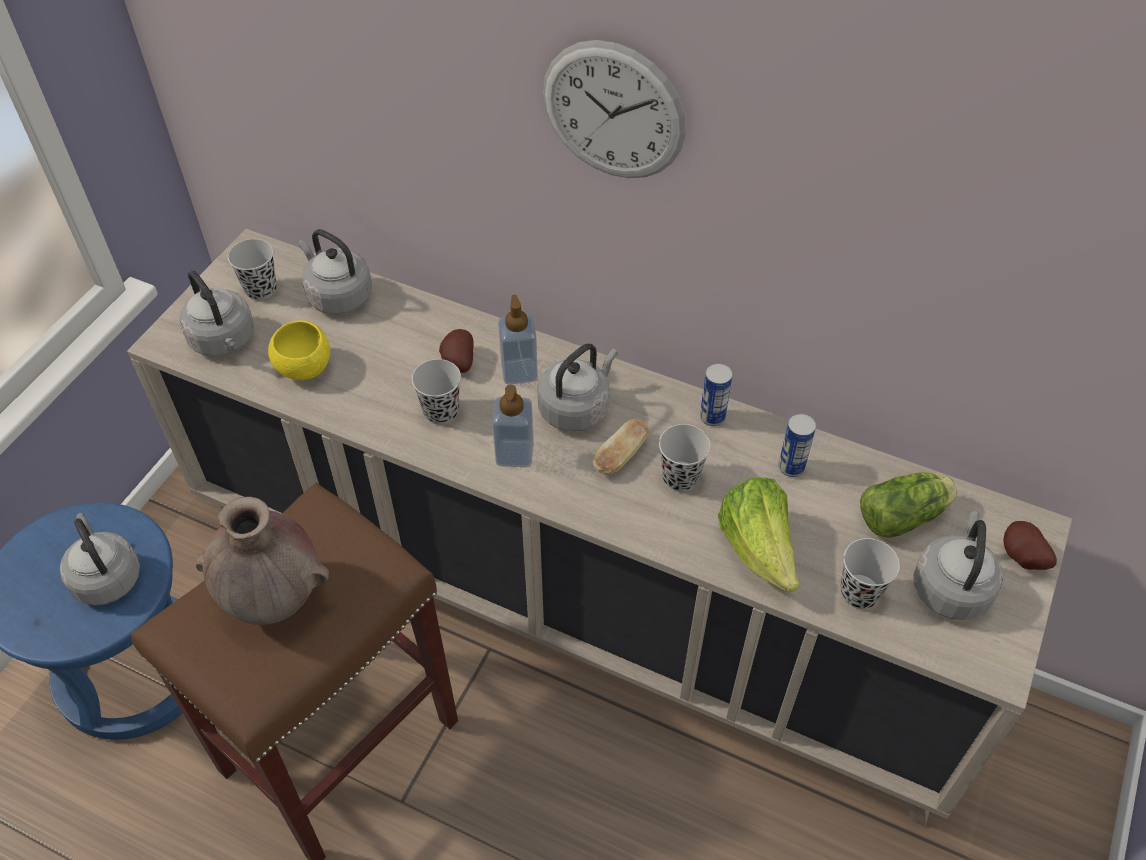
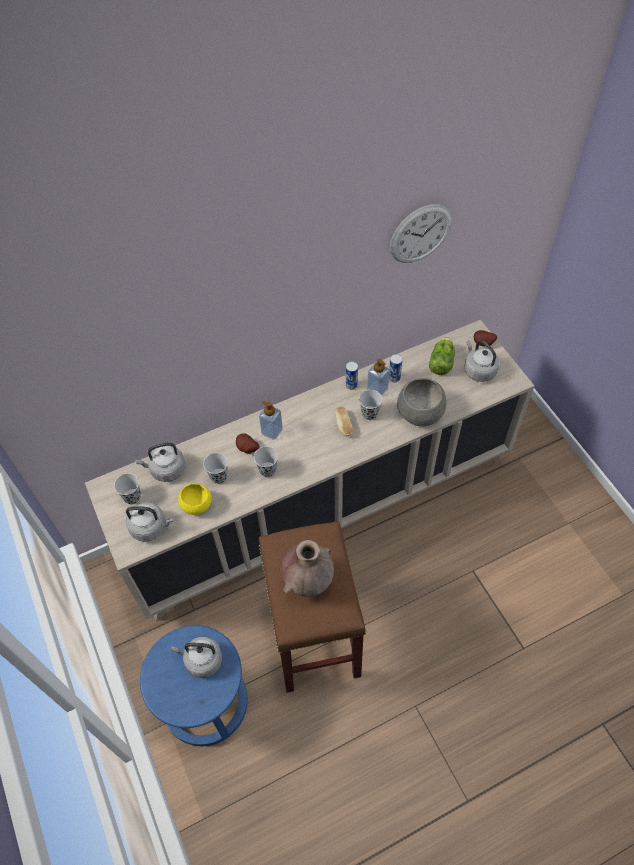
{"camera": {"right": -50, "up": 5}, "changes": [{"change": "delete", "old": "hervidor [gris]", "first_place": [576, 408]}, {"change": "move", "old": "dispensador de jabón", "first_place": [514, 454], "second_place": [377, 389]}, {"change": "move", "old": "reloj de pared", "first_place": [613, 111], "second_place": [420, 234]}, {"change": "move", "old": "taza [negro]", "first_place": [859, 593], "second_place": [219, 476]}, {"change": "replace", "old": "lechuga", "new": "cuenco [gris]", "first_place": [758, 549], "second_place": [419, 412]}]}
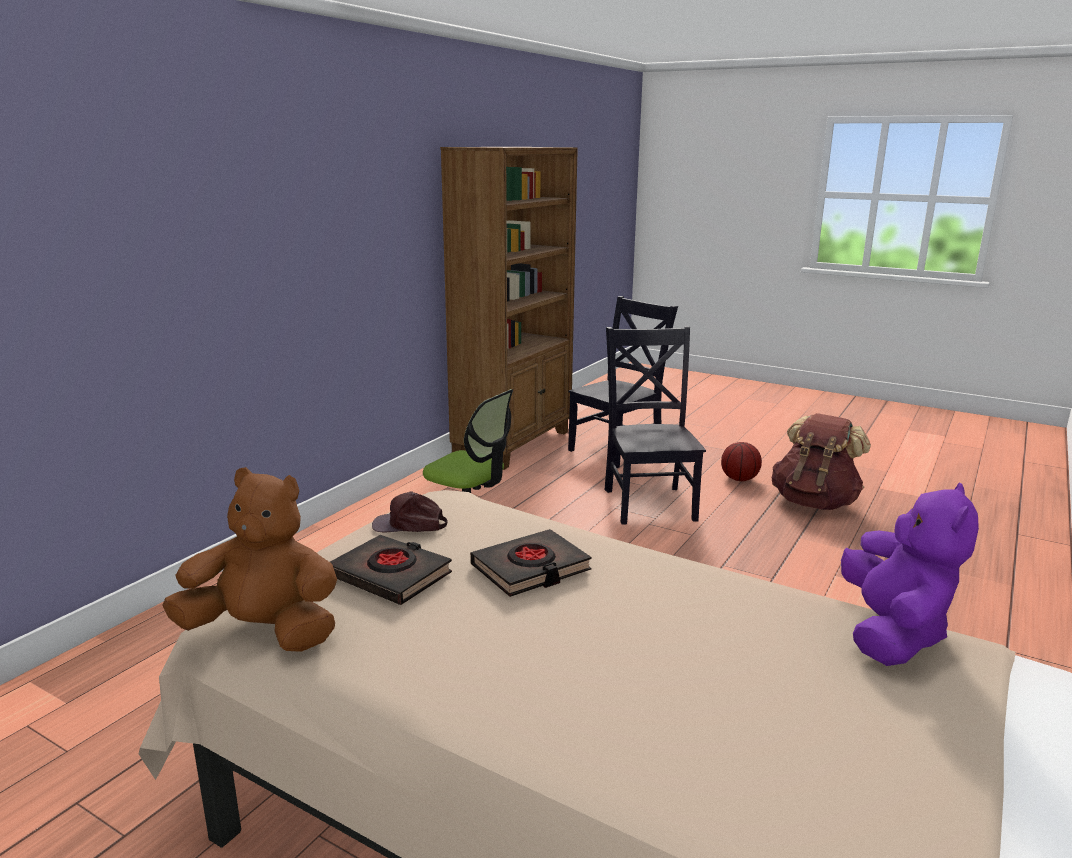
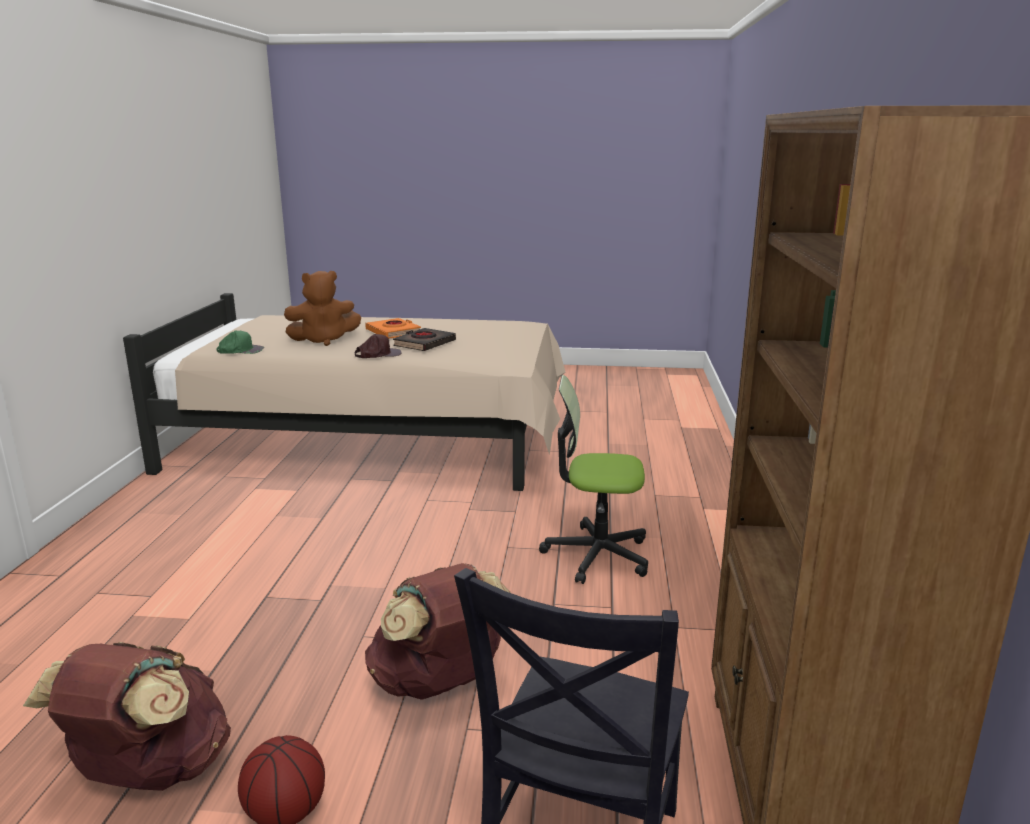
{"camera": {"right": 155, "up": 0}, "changes": [{"change": "delete", "old": "libro [negro]", "first_place": [390, 576]}, {"change": "insert", "new": "libro [naranja]", "second_place": [393, 332]}, {"change": "move", "old": "peluche [marrón]", "first_place": [264, 632], "second_place": [324, 340]}, {"change": "move", "old": "gorra [marrón]", "first_place": [409, 525], "second_place": [378, 354]}, {"change": "replace", "old": "silla [negro]", "new": "mochila [marrón]", "first_place": [649, 502], "second_place": [438, 684]}, {"change": "replace", "old": "peluche [morado]", "new": "gorra [verde]", "first_place": [892, 633], "second_place": [240, 350]}]}
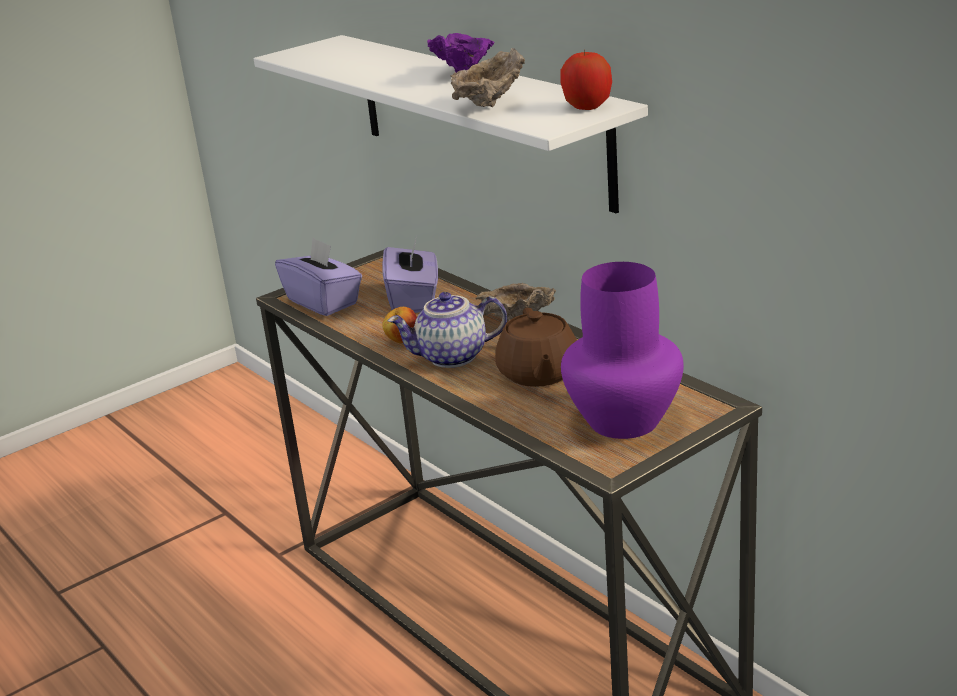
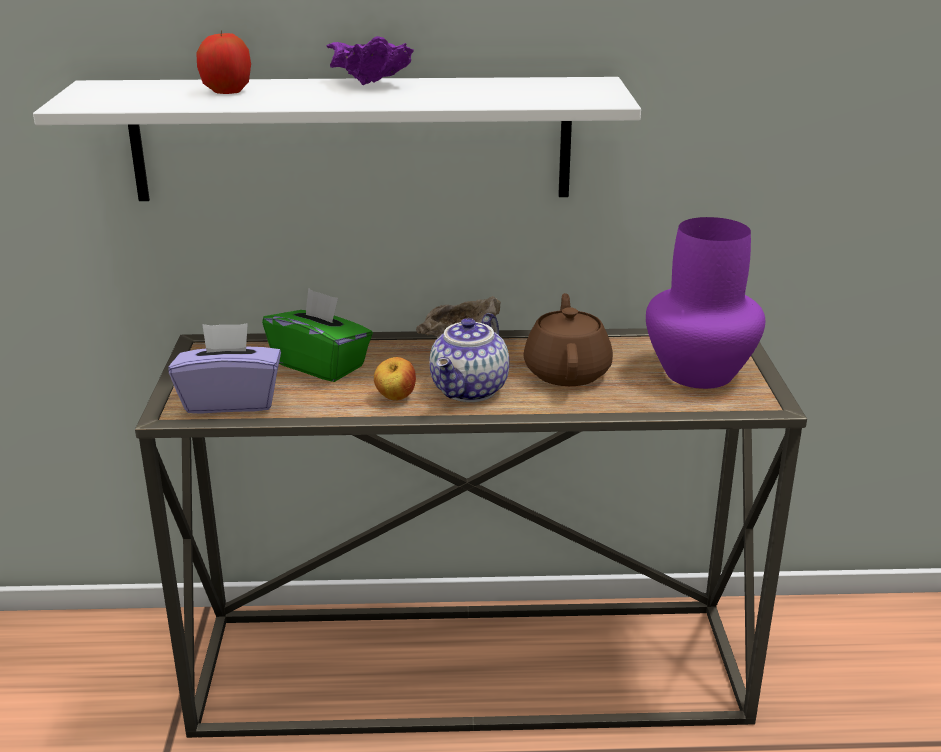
{"camera": {"right": -55, "up": 0}, "changes": [{"change": "delete", "old": "cuenco [beis]", "first_place": [488, 105]}, {"change": "move", "old": "manzana", "first_place": [587, 106], "second_place": [227, 91]}, {"change": "recolor", "old": "caja de pañuelos [morado]", "new": "caja de pañuelos [verde]", "first_place": [414, 300], "second_place": [320, 365]}, {"change": "rotate", "old": "tetera [marrón]", "first_place": [538, 374], "second_place": [567, 372], "degrees": -120}]}
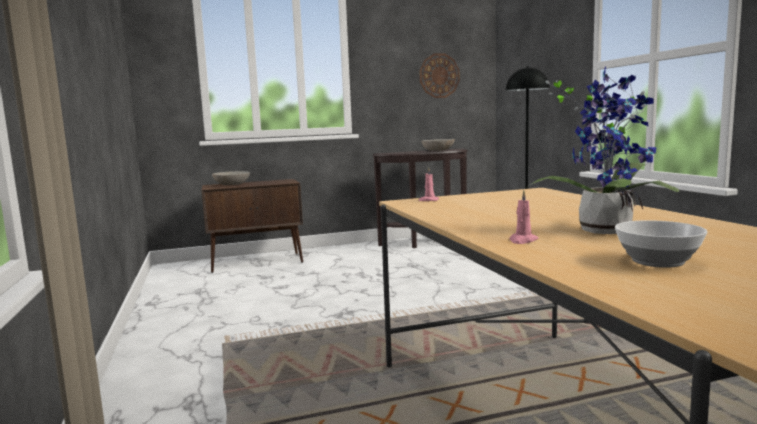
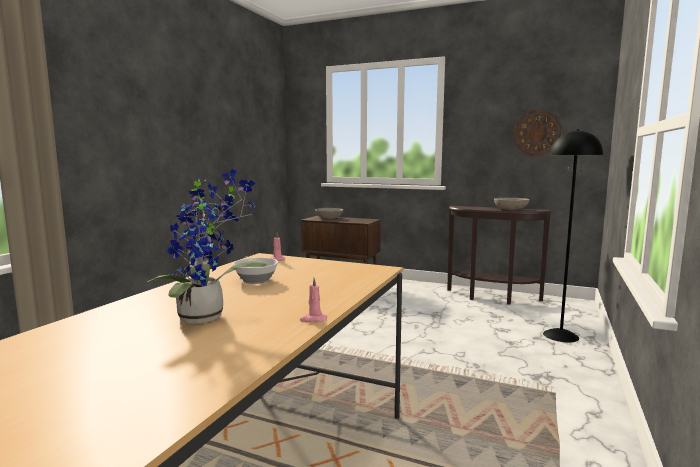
{"camera": {"right": 40, "up": 0}, "changes": [{"change": "move", "old": "vela [rosa]", "first_place": [522, 241], "second_place": [313, 319]}, {"change": "move", "old": "cuenco", "first_place": [659, 261], "second_place": [256, 280]}]}
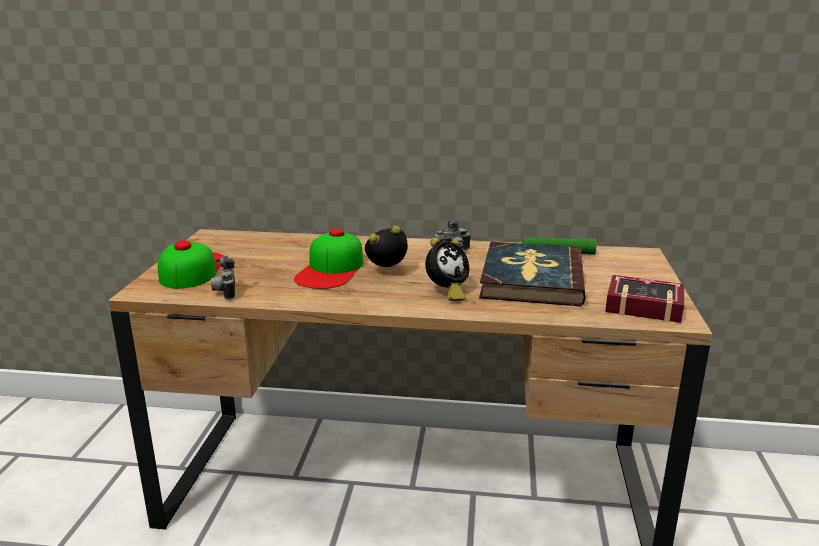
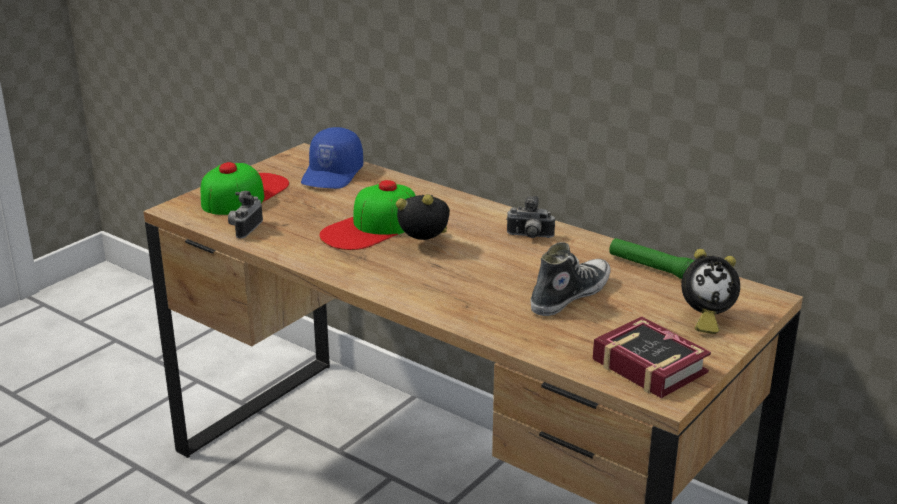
{"camera": {"right": 30, "up": 5}, "changes": [{"change": "insert", "new": "gorra [azul]", "second_place": [333, 175]}, {"change": "move", "old": "despertador", "first_place": [446, 293], "second_place": [704, 319]}, {"change": "replace", "old": "libro", "new": "zapato", "first_place": [531, 279], "second_place": [569, 295]}]}
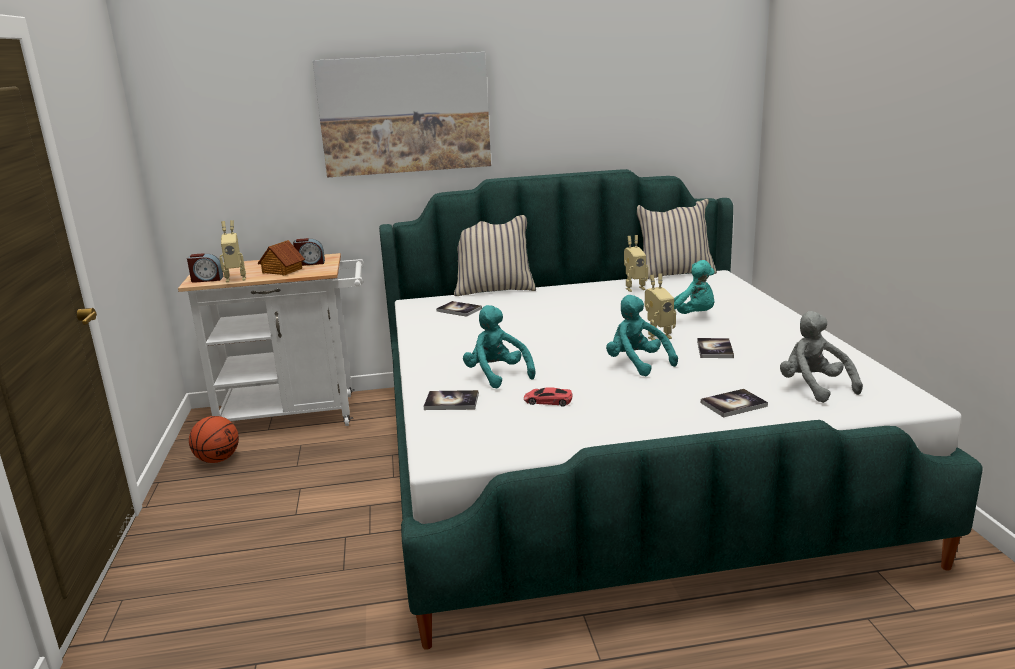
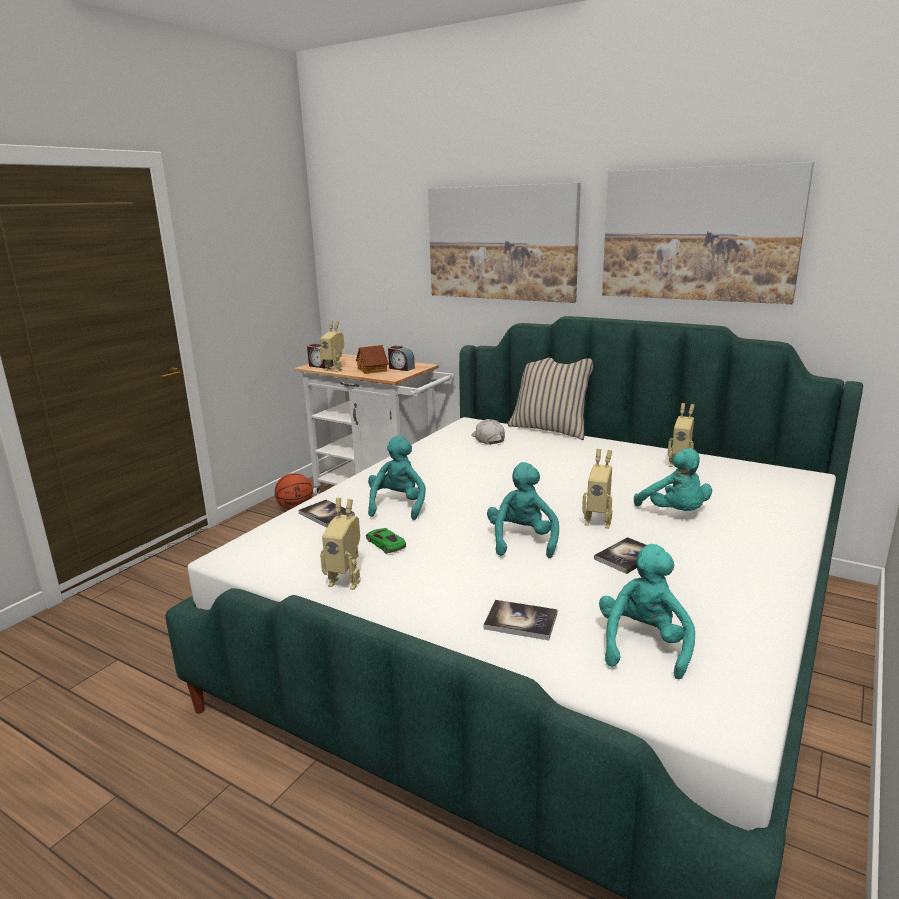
{"camera": {"right": 40, "up": 0}, "changes": [{"change": "delete", "old": "cojín [beis]", "first_place": [674, 273]}, {"change": "insert", "new": "robot de juguete", "second_place": [346, 581]}, {"change": "insert", "new": "cuadro", "second_place": [699, 234]}, {"change": "replace", "old": "libro", "new": "gorra [blanco]", "first_place": [459, 310], "second_place": [488, 439]}, {"change": "recolor", "old": "coche de juguete [rojo]", "new": "coche de juguete [verde]", "first_place": [548, 401], "second_place": [385, 543]}, {"change": "recolor", "old": "peluche [gris]", "new": "peluche [turquesa]", "first_place": [813, 387], "second_place": [643, 645]}]}
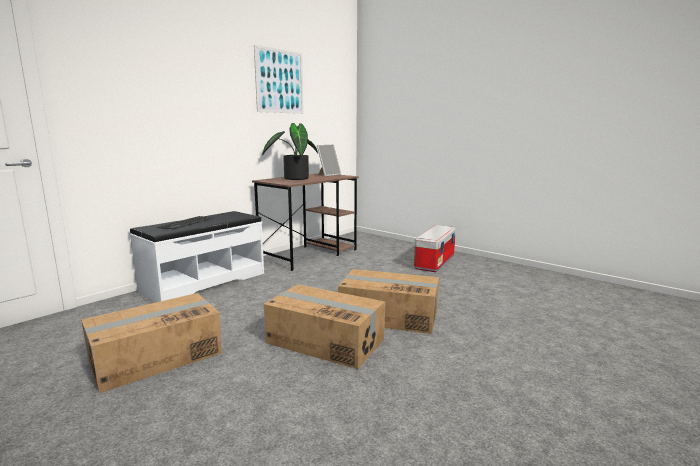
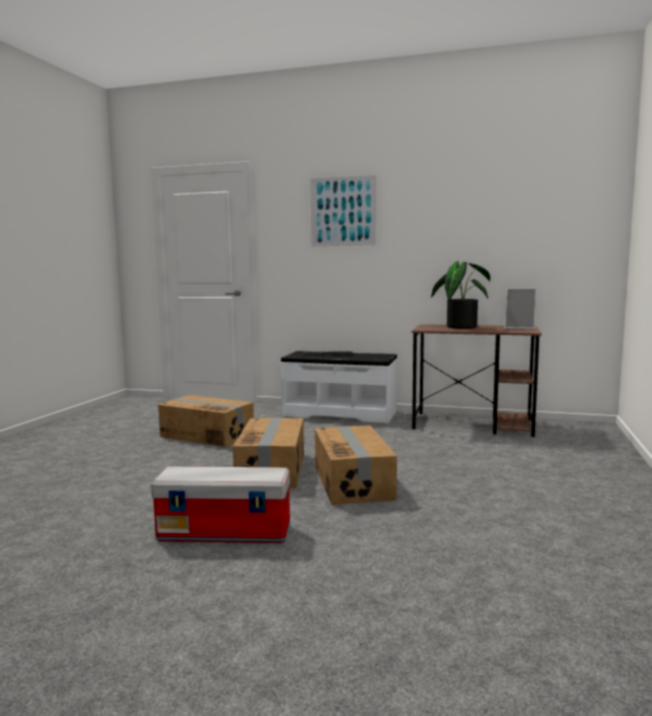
{"camera": {"right": 65, "up": -5}, "changes": [{"change": "move", "old": "cuadro", "first_place": [280, 81], "second_place": [343, 211]}, {"change": "move", "old": "caja de almacenaje", "first_place": [434, 261], "second_place": [226, 532]}]}
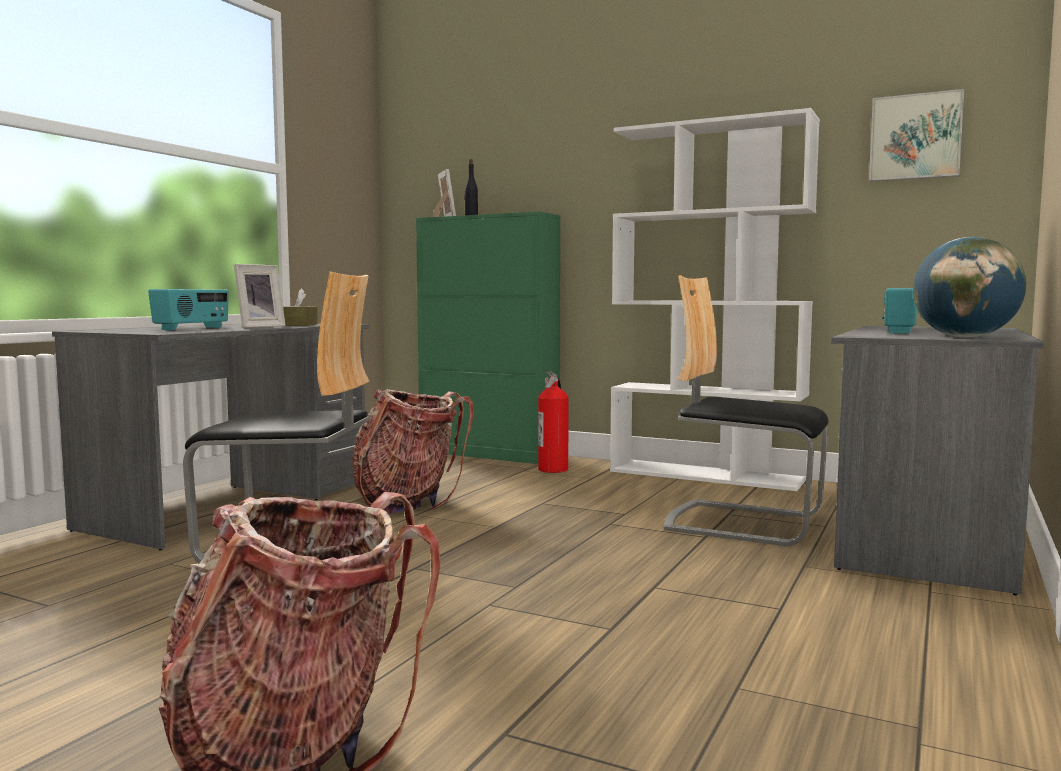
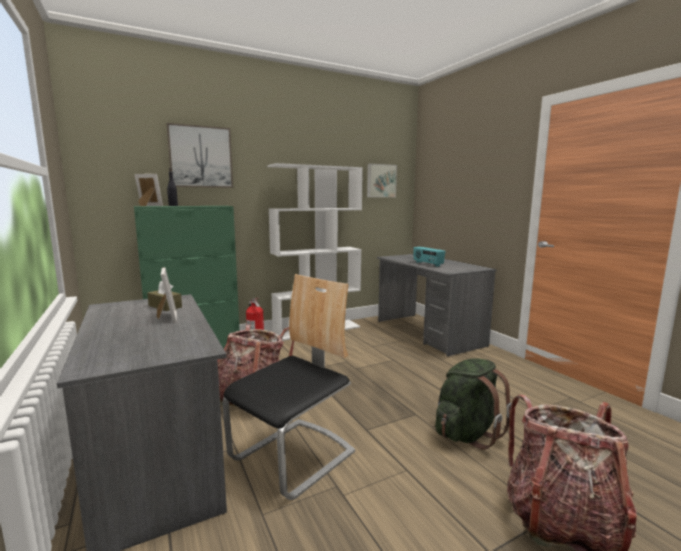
{"camera": {"right": -55, "up": 5}, "changes": [{"change": "delete", "old": "radio", "first_place": [192, 328]}, {"change": "delete", "old": "silla", "first_place": [743, 523]}, {"change": "delete", "old": "globo terráqueo", "first_place": [964, 337]}, {"change": "insert", "new": "cuadro", "second_place": [201, 157]}, {"change": "insert", "new": "mochila [verde]", "second_place": [467, 433]}]}
